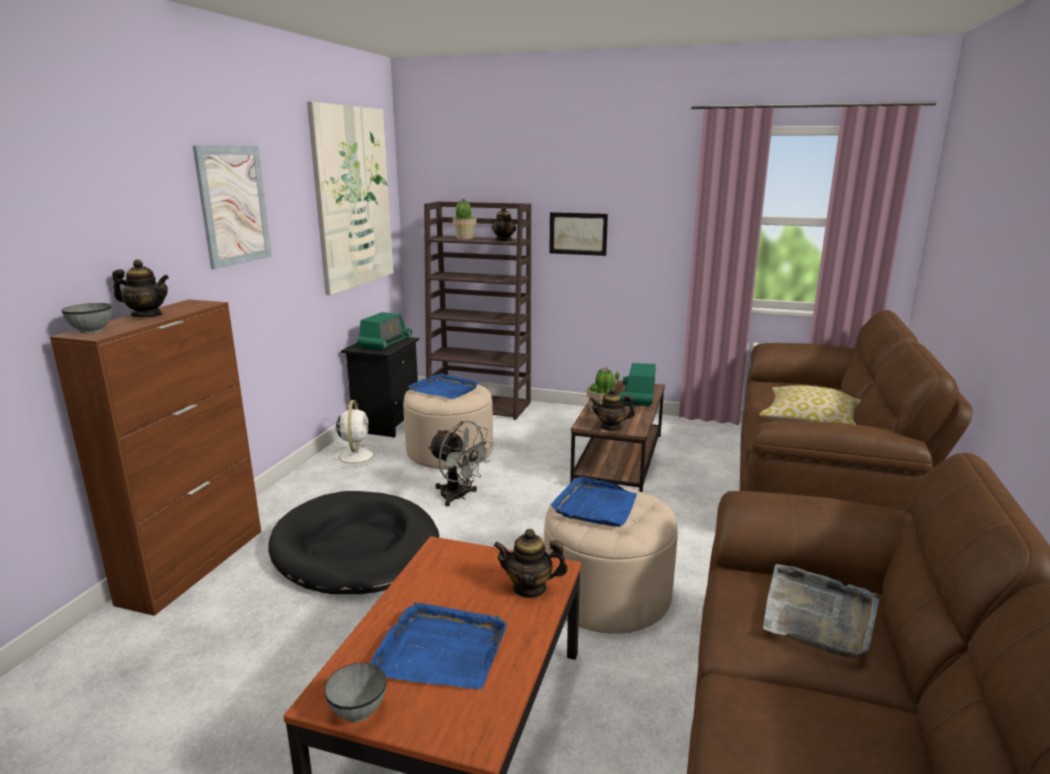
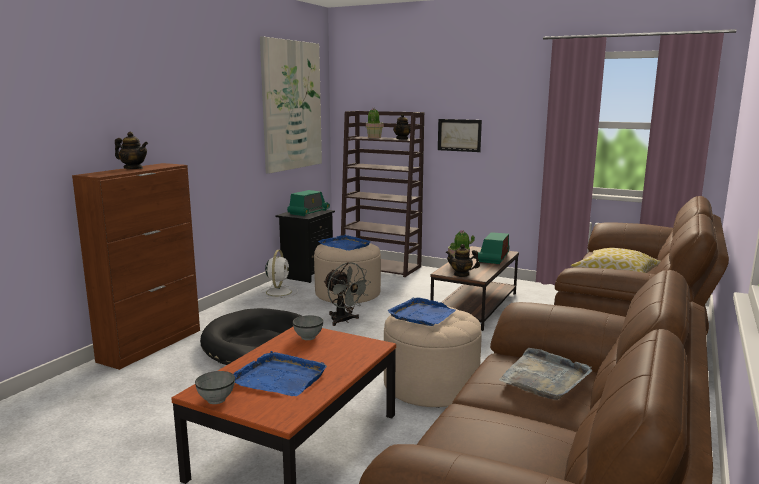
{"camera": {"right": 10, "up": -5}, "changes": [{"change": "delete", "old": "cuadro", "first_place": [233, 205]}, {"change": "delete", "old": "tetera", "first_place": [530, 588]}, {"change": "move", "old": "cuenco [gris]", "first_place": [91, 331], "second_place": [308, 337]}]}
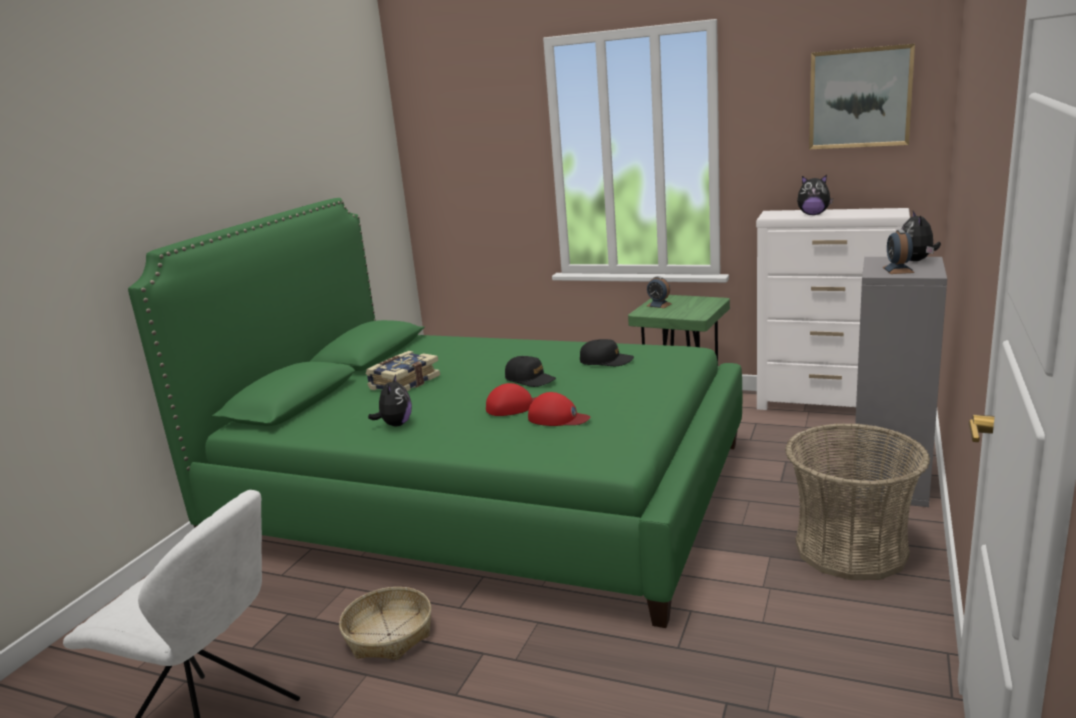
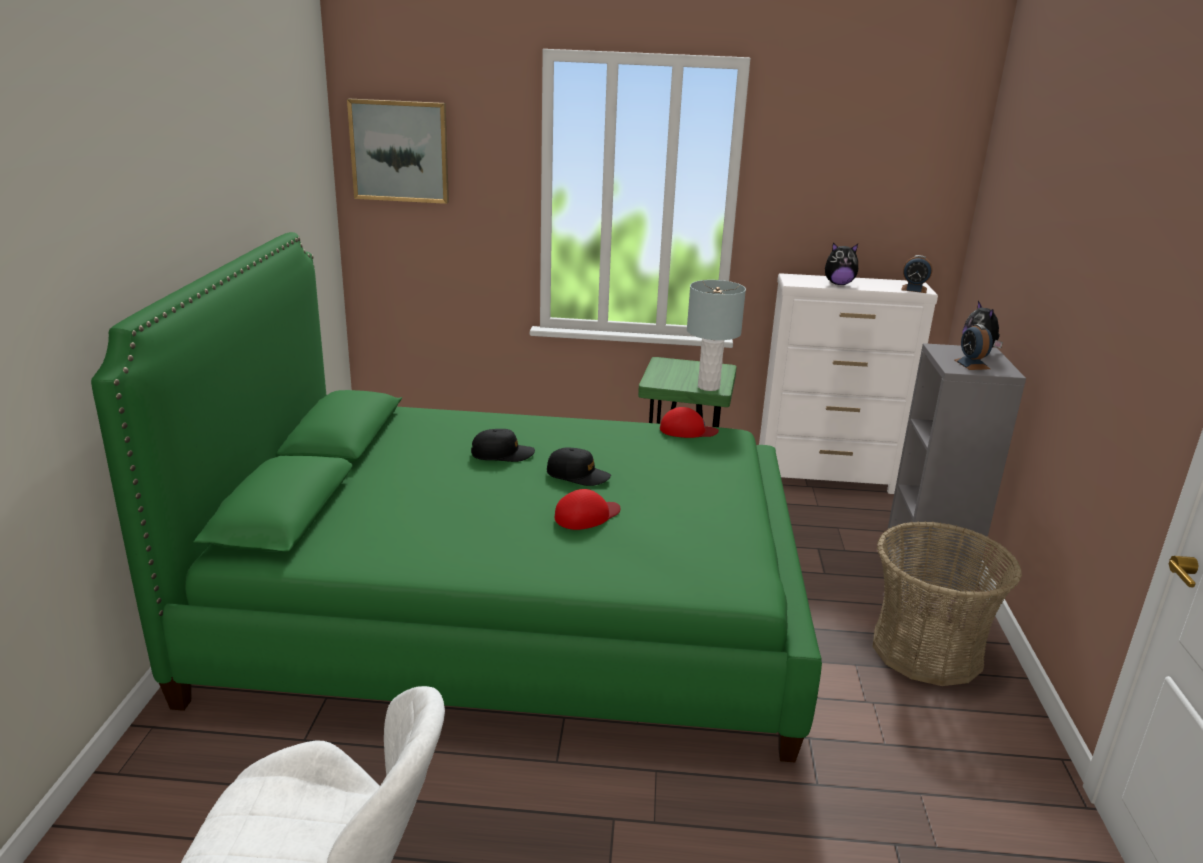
{"camera": {"right": -20, "up": 5}, "changes": [{"change": "delete", "old": "cesta", "first_place": [389, 635]}, {"change": "delete", "old": "libro", "first_place": [403, 383]}, {"change": "delete", "old": "peluche", "first_place": [395, 424]}, {"change": "insert", "new": "lámpara de mesa [gris]", "second_place": [709, 387]}, {"change": "move", "old": "gorra [rojo]", "first_place": [558, 418], "second_place": [687, 430]}, {"change": "move", "old": "gorra [negro]", "first_place": [606, 361], "second_place": [502, 454]}, {"change": "move", "old": "despertador", "first_place": [659, 305], "second_place": [914, 289]}, {"change": "move", "old": "cuadro", "first_place": [860, 98], "second_place": [400, 151]}]}
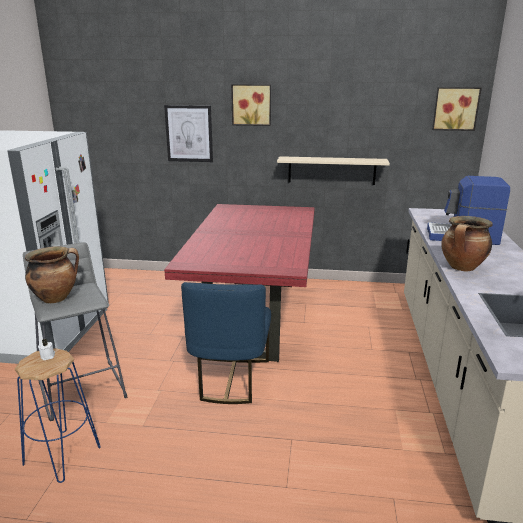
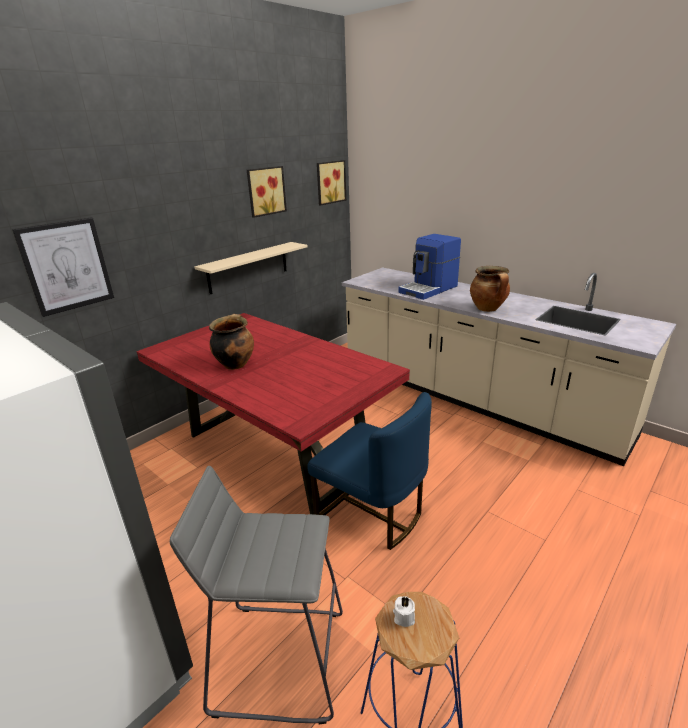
{"camera": {"right": -55, "up": 5}, "changes": [{"change": "move", "old": "olla", "first_place": [56, 298], "second_place": [235, 364]}, {"change": "move", "old": "cuadro", "first_place": [251, 104], "second_place": [265, 191]}]}
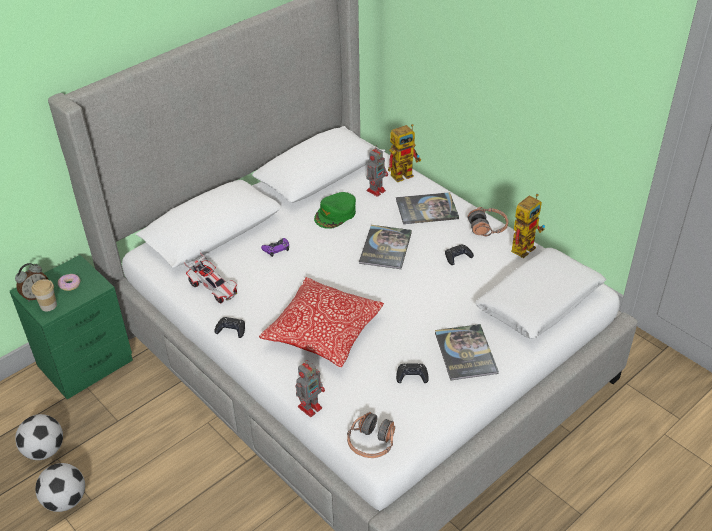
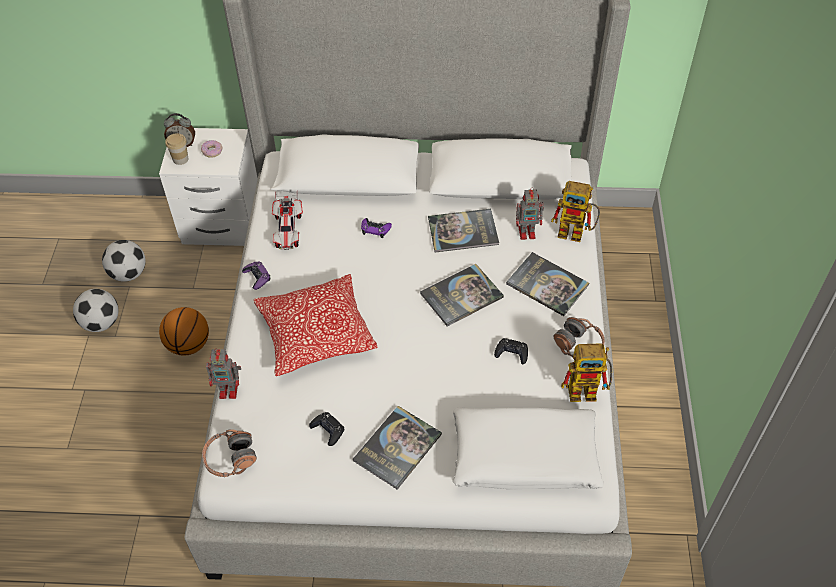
{"camera": {"right": 45, "up": 10}, "changes": [{"change": "insert", "new": "balón de baloncesto", "second_place": [189, 345]}, {"change": "replace", "old": "gorra [verde]", "new": "libro", "first_place": [336, 214], "second_place": [463, 231]}, {"change": "recolor", "old": "mesita de noche [verde]", "new": "mesita de noche [blanco]", "first_place": [87, 363], "second_place": [224, 225]}, {"change": "recolor", "old": "mando de consola [negro]", "new": "mando de consola [morado]", "first_place": [231, 330], "second_place": [257, 277]}]}
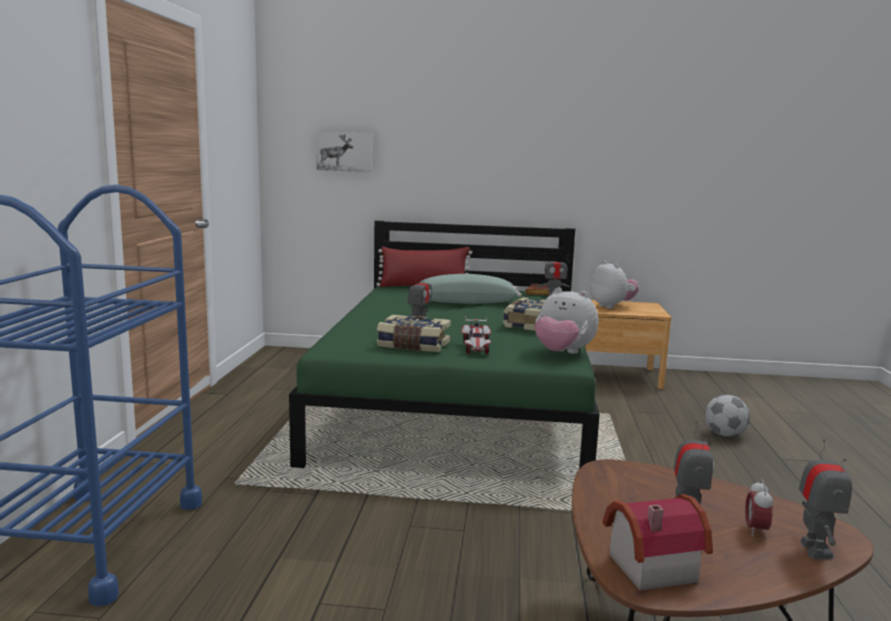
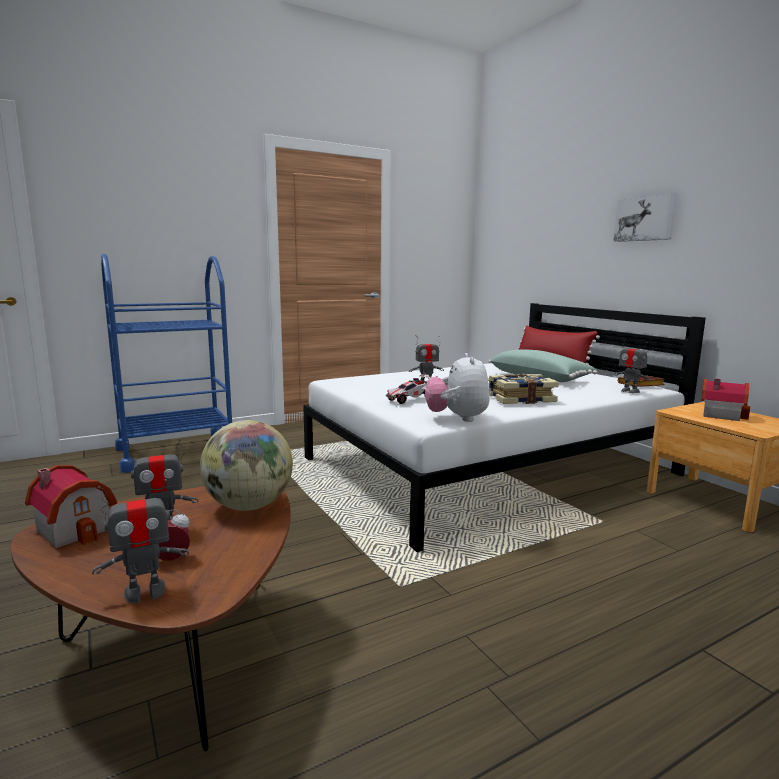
{"camera": {"right": 55, "up": 0}, "changes": [{"change": "delete", "old": "libro", "first_place": [413, 345]}, {"change": "delete", "old": "balón de fútbol", "first_place": [725, 434]}, {"change": "insert", "new": "globo terráqueo", "second_place": [249, 506]}, {"change": "move", "old": "cuadro", "first_place": [345, 151], "second_place": [645, 219]}, {"change": "replace", "old": "peluche", "new": "casita", "first_place": [611, 306], "second_place": [719, 414]}, {"change": "recolor", "old": "cama [verde]", "new": "cama [blanco]", "first_place": [457, 405], "second_place": [488, 466]}]}
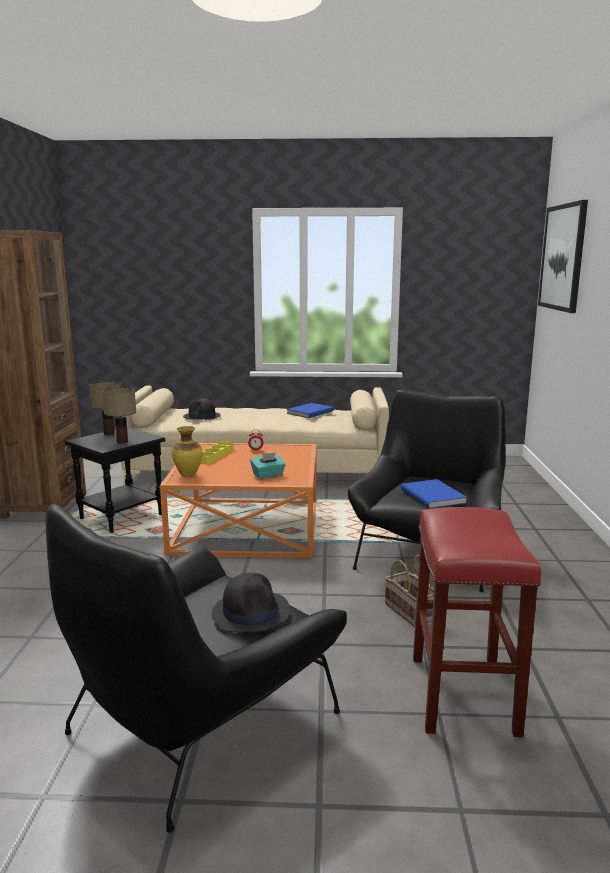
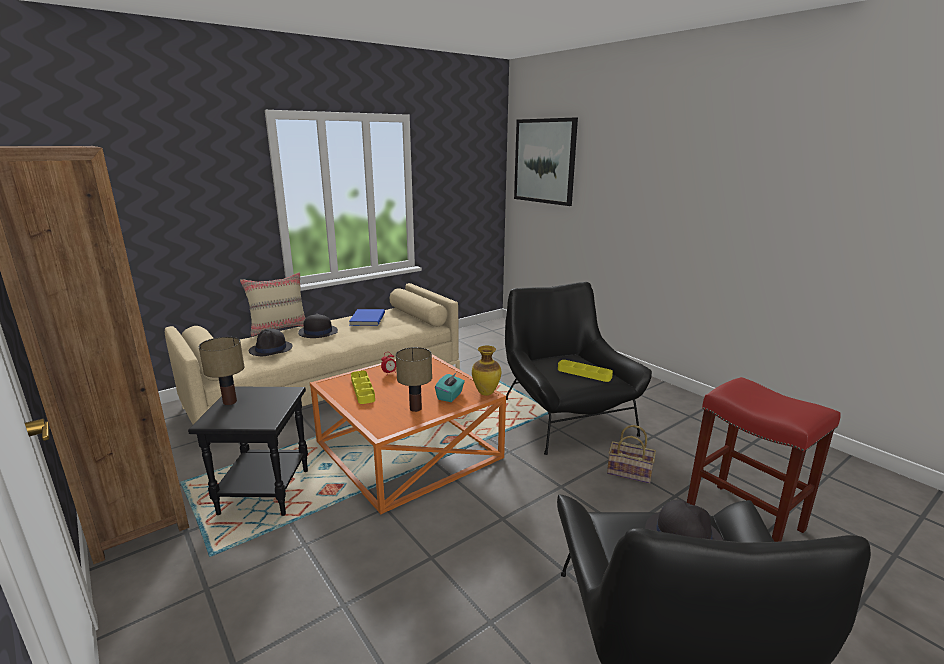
{"camera": {"right": -40, "up": 5}, "changes": [{"change": "insert", "new": "cojín [beis]", "second_place": [279, 328]}, {"change": "insert", "new": "sombrero [negro]", "second_place": [317, 332]}, {"change": "move", "old": "lámpara de mesa", "first_place": [122, 442], "second_place": [416, 408]}, {"change": "move", "old": "florero", "first_place": [188, 475], "second_place": [486, 393]}, {"change": "replace", "old": "libro [azul]", "new": "bandeja [amarillo]", "first_place": [434, 496], "second_place": [584, 373]}]}
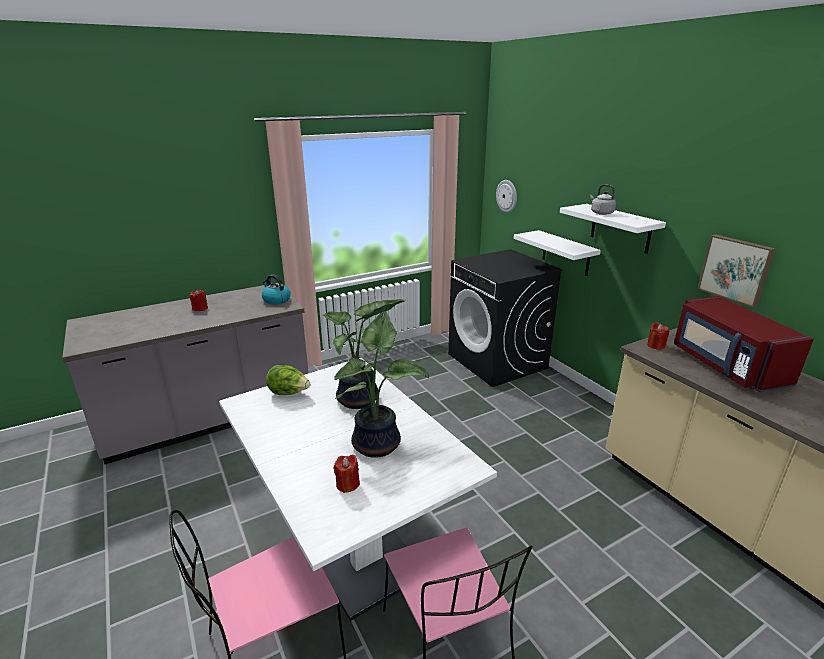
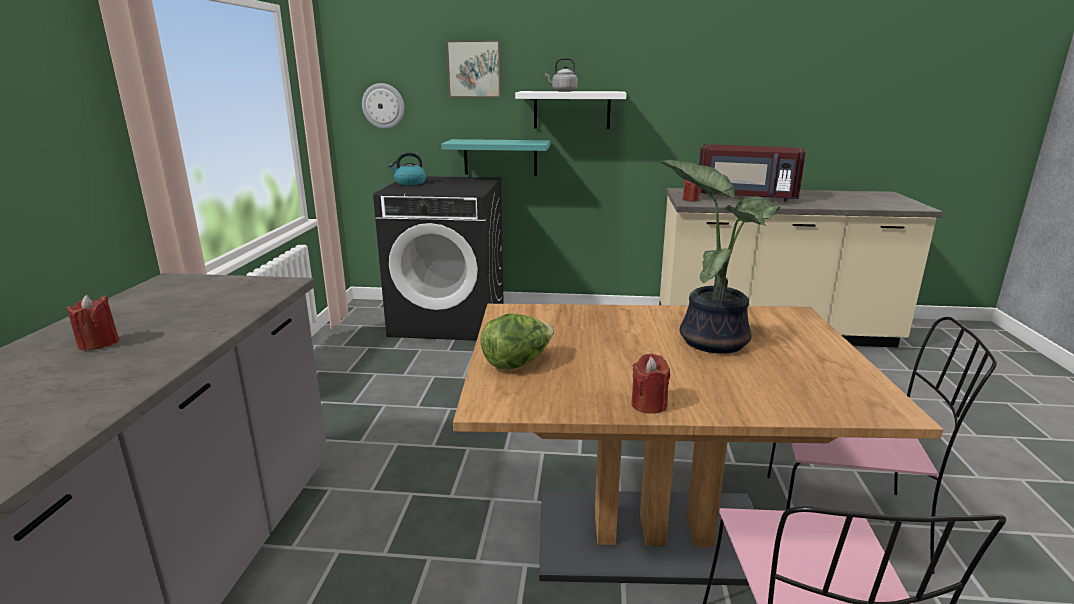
{"camera": {"right": -55, "up": -5}, "changes": [{"change": "delete", "old": "planta en maceta", "first_place": [359, 400]}, {"change": "move", "old": "hervidor", "first_place": [276, 300], "second_place": [410, 183]}, {"change": "move", "old": "vela [rojo]", "first_place": [347, 484], "second_place": [649, 404]}, {"change": "move", "old": "cuadro", "first_place": [735, 269], "second_place": [474, 69]}, {"change": "recolor", "old": "mesa de comedor [blanco]", "new": "mesa de comedor [marrón]", "first_place": [351, 541], "second_place": [651, 536]}, {"change": "recolor", "old": "estante [blanco]", "new": "estante [turquesa]", "first_place": [566, 253], "second_place": [500, 157]}]}
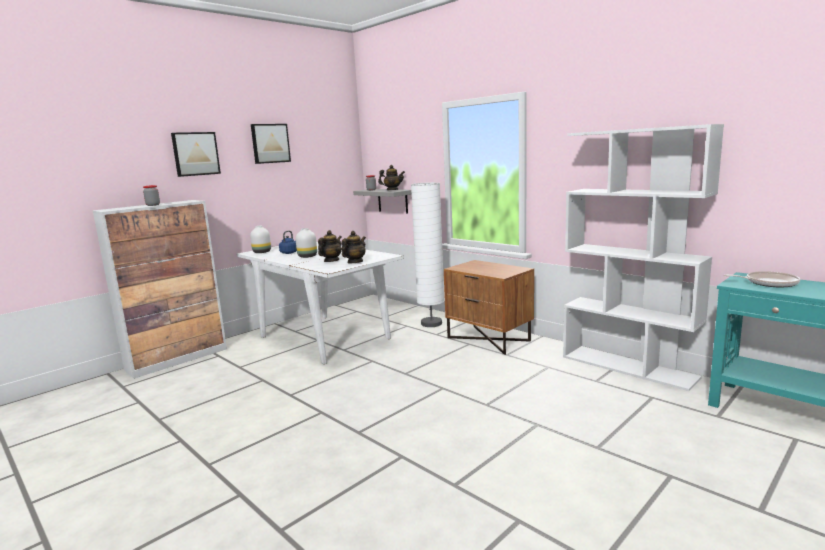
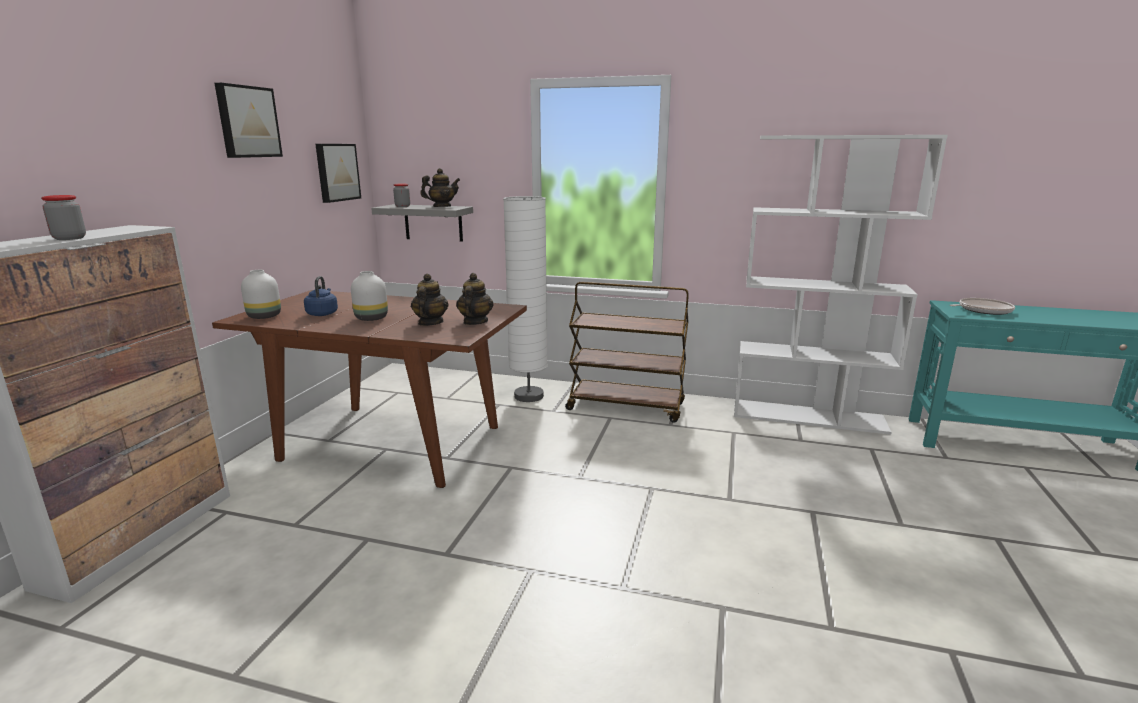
{"camera": {"right": -30, "up": 5}, "changes": [{"change": "move", "old": "cuadro", "first_place": [195, 154], "second_place": [336, 172]}, {"change": "replace", "old": "mesita de noche [marrón]", "new": "carrito [marrón]", "first_place": [489, 339], "second_place": [626, 407]}, {"change": "recolor", "old": "mesa de comedor [blanco]", "new": "mesa de comedor [marrón]", "first_place": [323, 337], "second_place": [390, 443]}]}
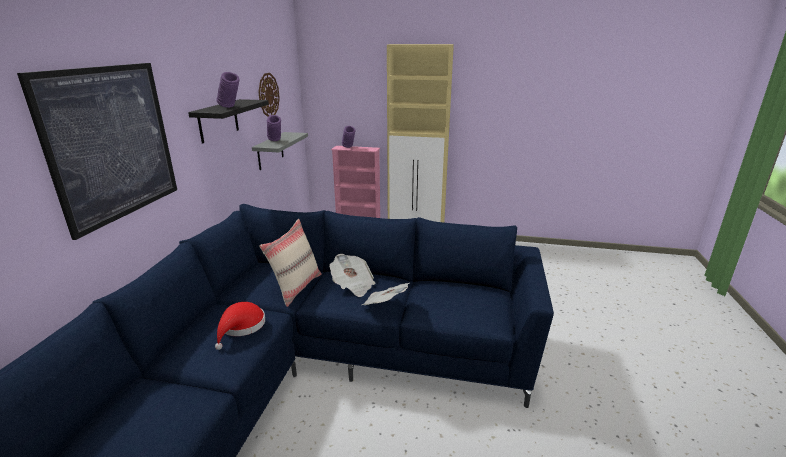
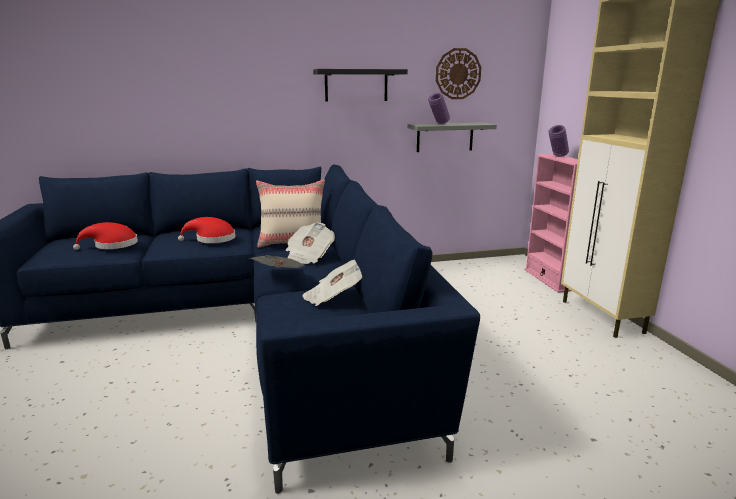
{"camera": {"right": 65, "up": -5}, "changes": [{"change": "delete", "old": "cuadro", "first_place": [112, 144]}, {"change": "delete", "old": "florero [morado]", "first_place": [230, 107]}, {"change": "insert", "new": "sombrero [rojo]", "second_place": [112, 245]}, {"change": "insert", "new": "periódico", "second_place": [334, 298]}]}
